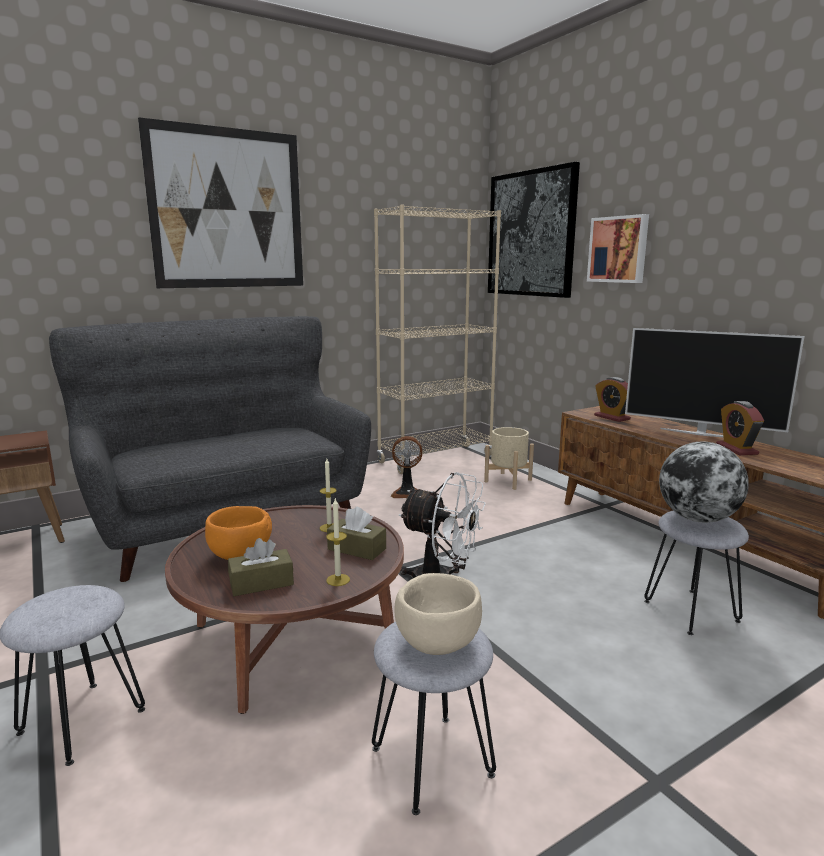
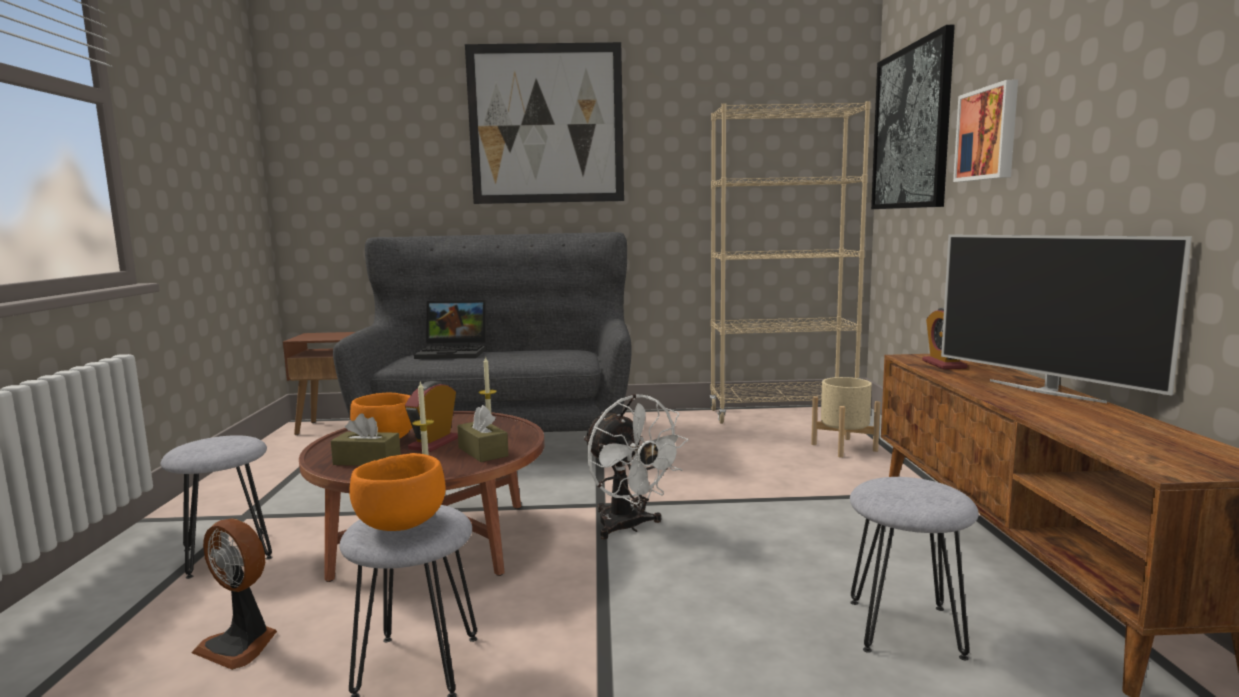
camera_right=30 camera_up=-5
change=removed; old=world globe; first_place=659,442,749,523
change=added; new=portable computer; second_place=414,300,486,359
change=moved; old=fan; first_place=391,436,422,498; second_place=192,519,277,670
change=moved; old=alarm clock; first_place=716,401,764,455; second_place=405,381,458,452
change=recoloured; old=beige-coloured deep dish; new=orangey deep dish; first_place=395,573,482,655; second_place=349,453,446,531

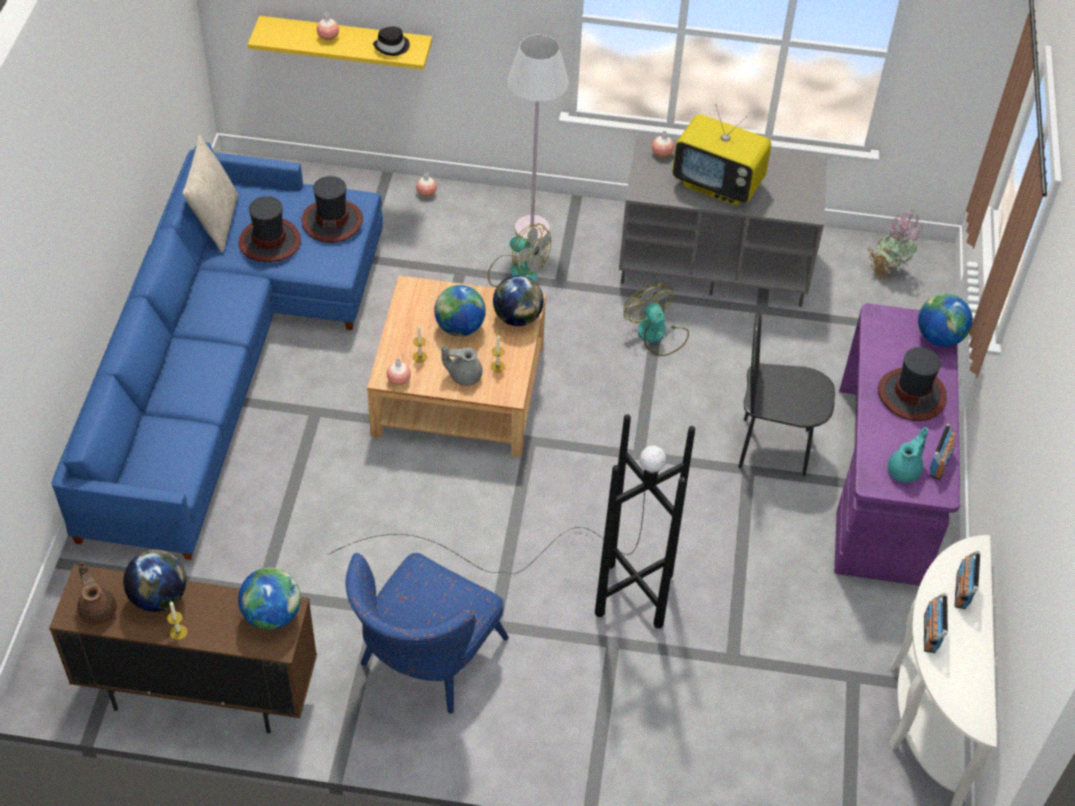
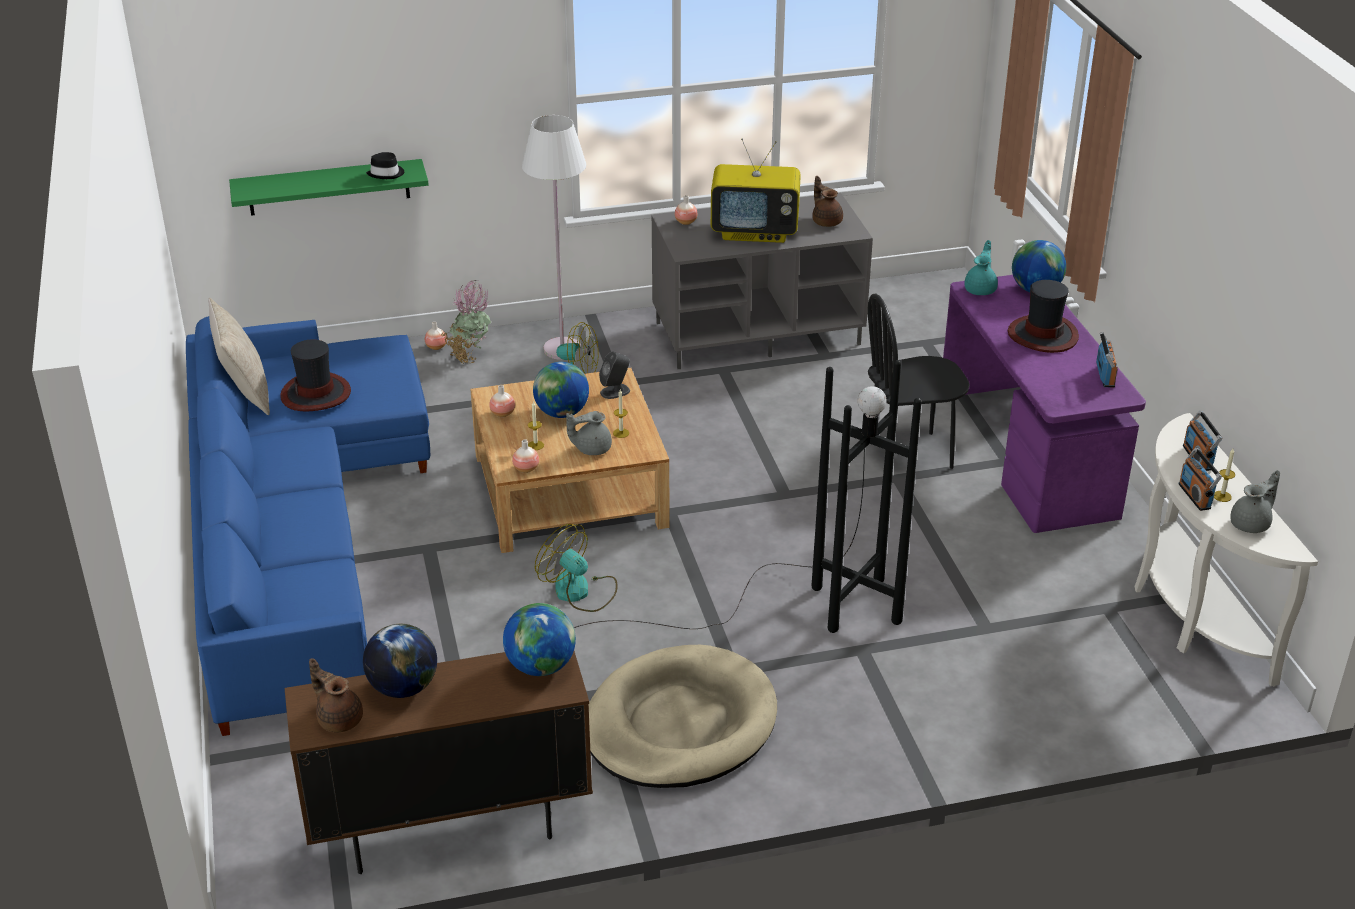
camera_right=-20 camera_up=-15
change=removed; old=clothing hat; first_place=301,176,363,243
change=added; new=brown-coloured tea pot; second_place=812,176,843,227
change=added; new=gray tea pot; second_place=1230,470,1280,533
change=moved; old=wax candle; first_place=167,601,188,640; second_place=1214,449,1235,502
change=moved; old=decorative vase; first_place=317,13,339,41; second_place=489,385,515,417
change=moved; old=fan; first_place=623,283,689,356; second_place=535,524,618,612
change=moved; old=plant in a pot; first_place=867,210,923,281; second_place=440,280,491,364
change=moved; old=turquoise tea pot; first_place=888,427,928,483; second_place=964,240,998,295
change=replaced; old=blue lounge chair; new=beige-coloured pet bed; first_place=345,553,509,714; second_place=589,645,777,788
change=replaced; old=world globe; new=gray speaker; first_place=493,275,544,326; second_place=599,351,630,399
change=recoloured; old=yellowish wall shelf; new=green wall shelf; first_place=248,16,432,70; second_place=229,159,429,216

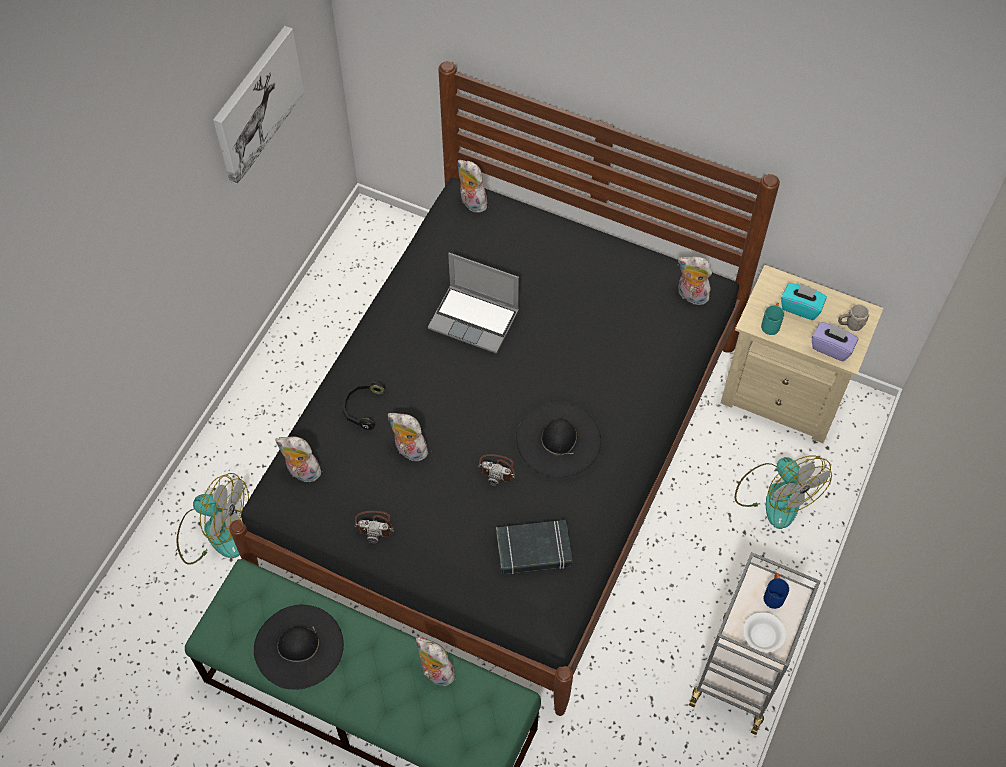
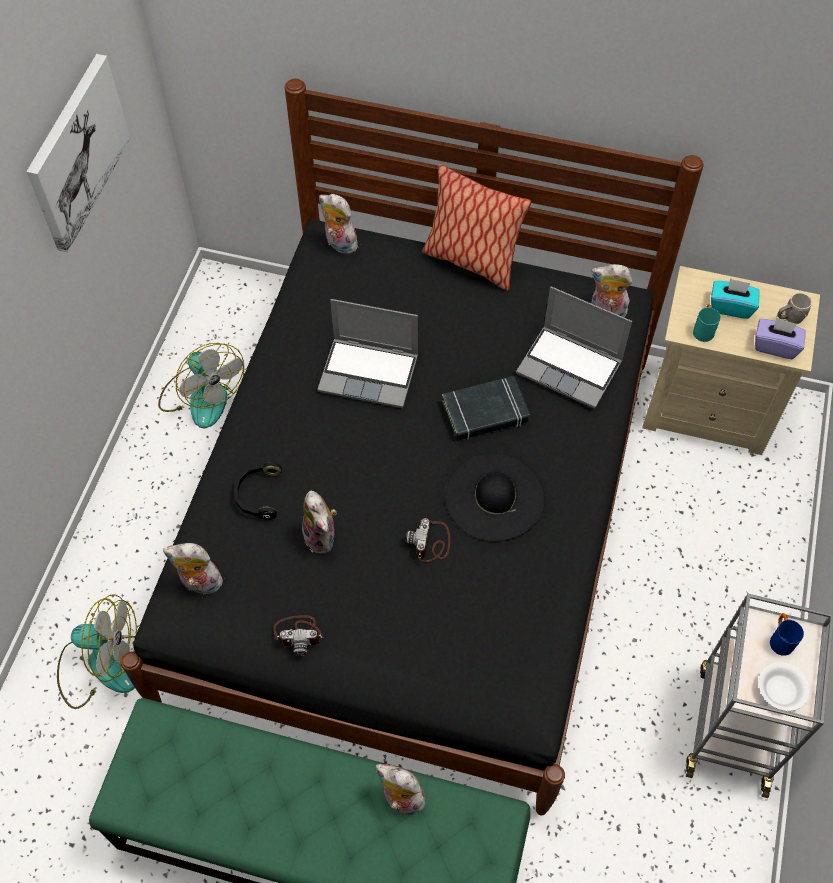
camera_right=-10 camera_up=0
change=removed; old=black clothing hat; first_place=254,605,344,690
change=added; new=pillow; second_place=422,164,531,291
change=added; new=portable computer; second_place=516,286,632,409
change=moved; old=black bound book; first_place=496,520,572,574; second_place=442,376,530,441
change=moved; old=fan; first_place=735,456,832,529; second_place=158,343,244,428
change=turned; old=soft toy; first_place=388,413,428,461; second_place=300,491,337,554; degrees=-135
change=turned; old=photo camera; first_place=478,454,515,486; second_place=406,518,450,562; degrees=90

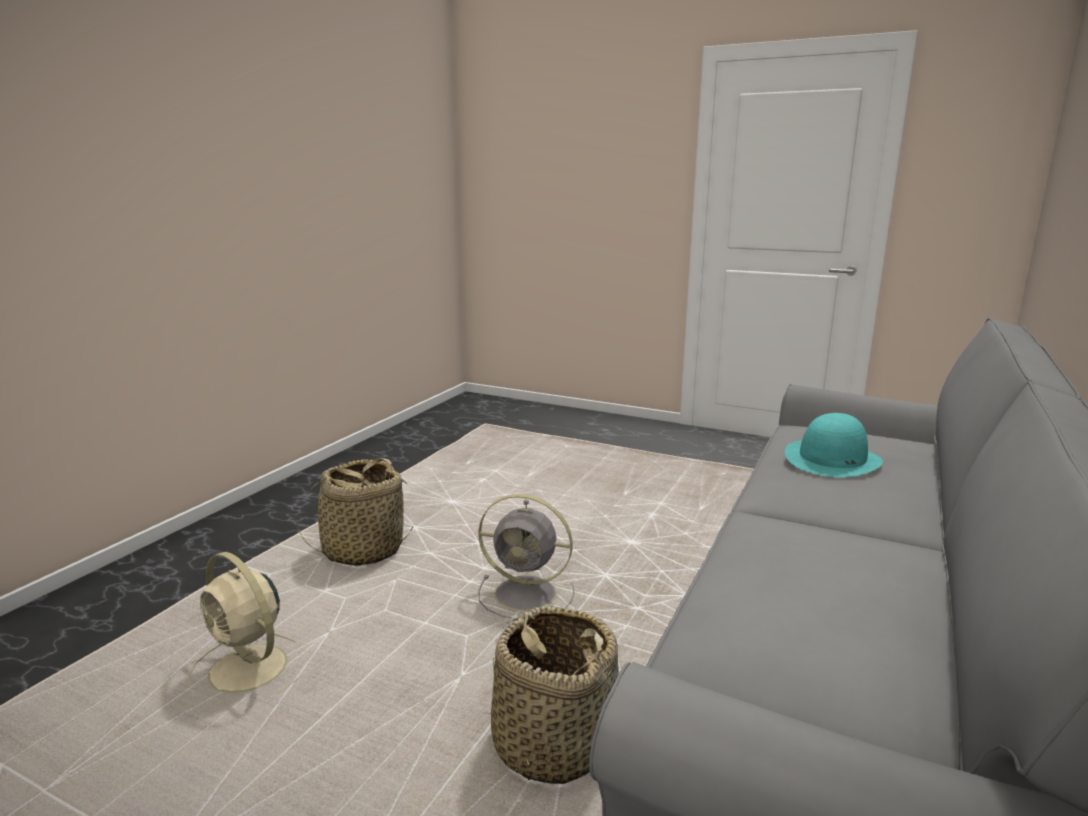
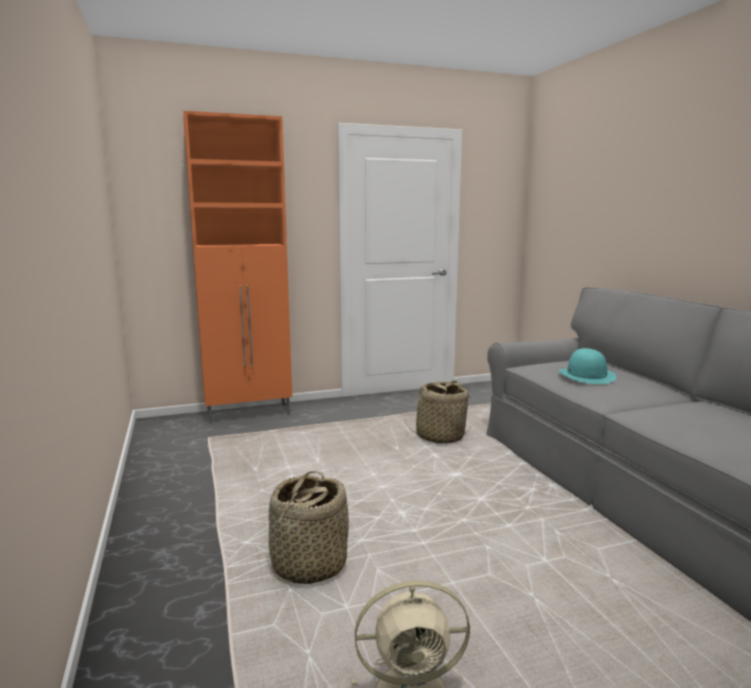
camera_right=-45 camera_up=-5
change=removed; old=gray fan; first_place=478,494,574,618
change=added; new=orangey storage cabinet; second_place=183,111,292,424
change=moved; old=storage basket; first_place=491,606,619,784; second_place=405,381,472,444

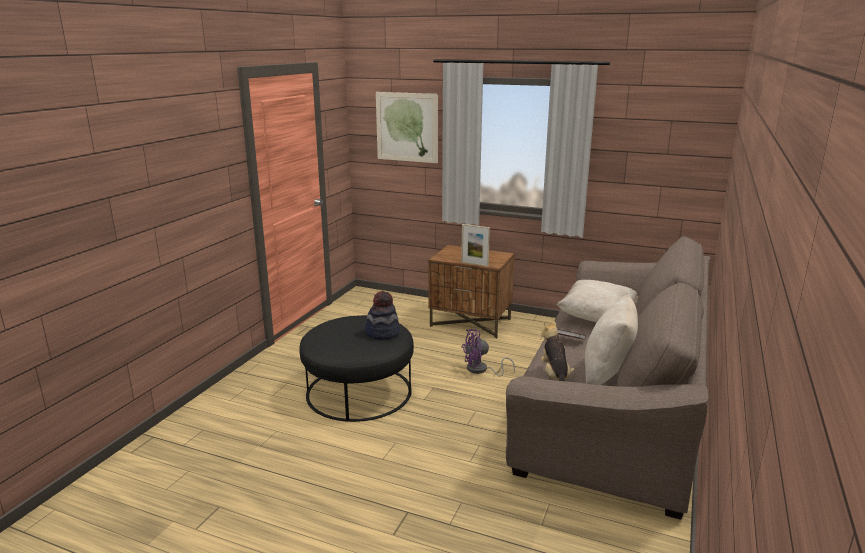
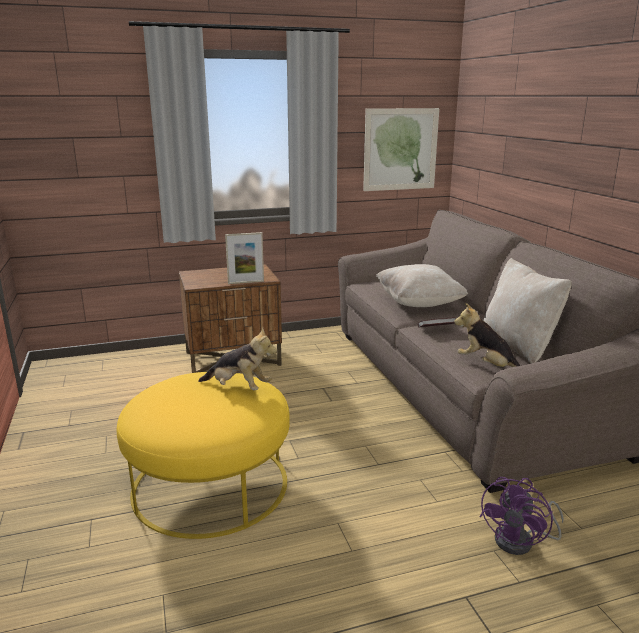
camera_right=-40 camera_up=0
change=moved; old=wall picture; first_place=376,92,438,163; second_place=363,108,439,191
change=moved; old=purple fan; first_place=461,329,515,377; second_place=480,477,564,555
change=replaced; old=clothing hat; new=soft toy; first_place=364,291,400,340; second_place=198,328,277,390
change=recoloured; old=black footrest; new=yellowish footrest; first_place=299,315,414,422; second_place=117,372,290,539

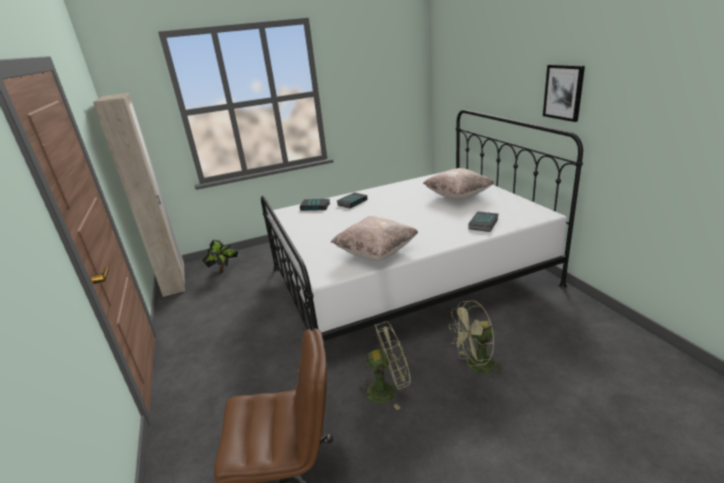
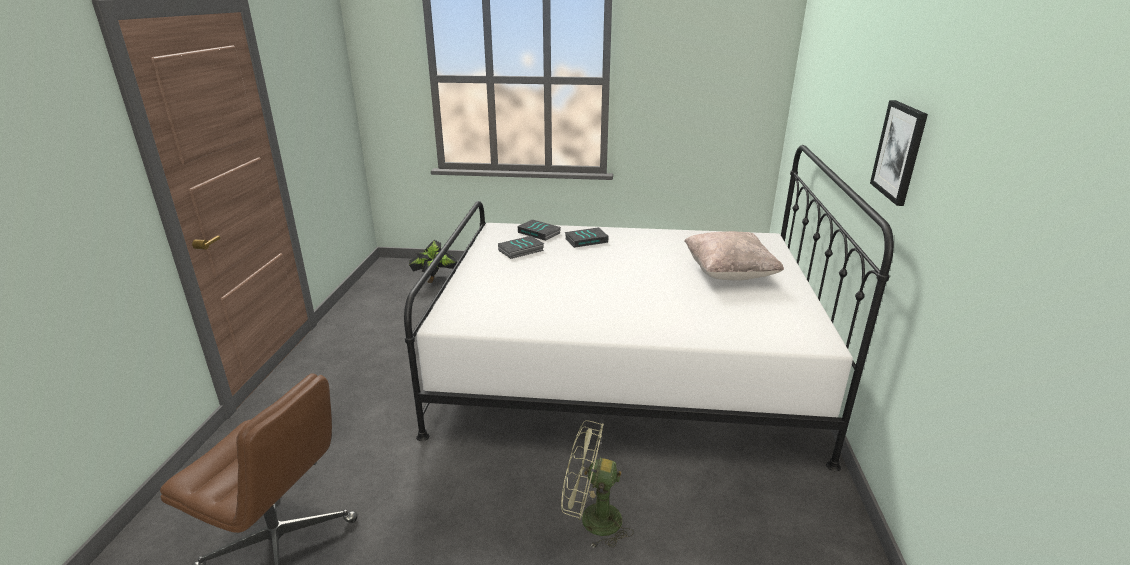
camera_right=25 camera_up=0
change=removed; old=beige-coloured wardrobe; first_place=93,93,185,297
change=removed; old=beige-coloured pillow; first_place=331,216,418,261
change=removed; old=green fan; first_place=357,321,410,410
change=moved; old=bound book; first_place=468,211,498,232; second_place=498,236,544,259

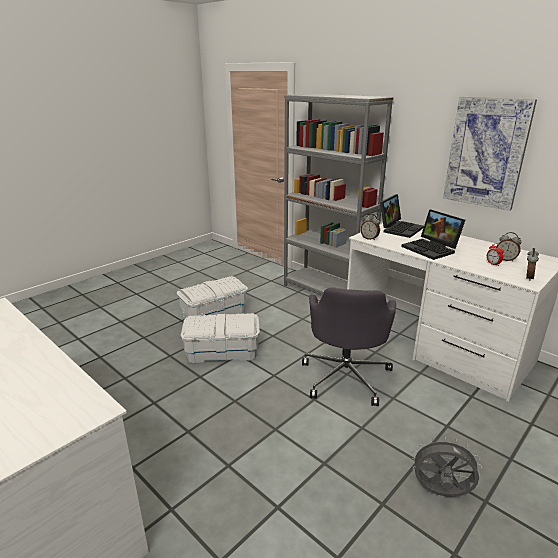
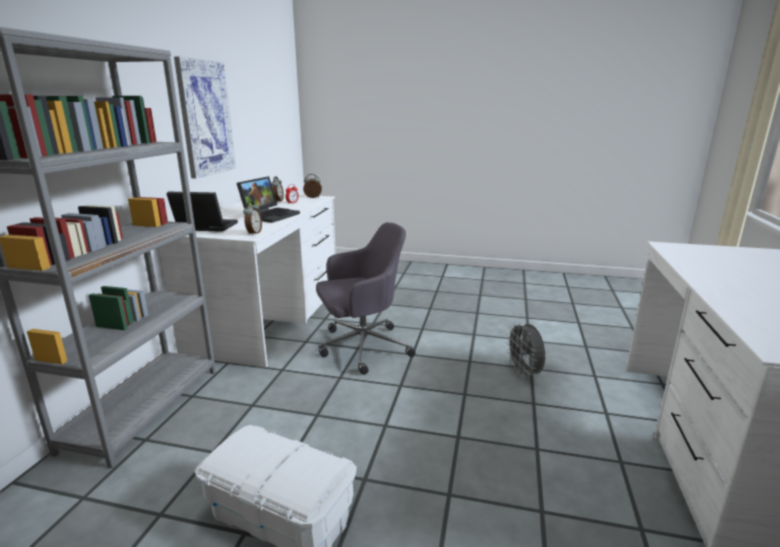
camera_right=-120 camera_up=-5
change=removed; old=whitish storage box; first_place=181,313,260,363
change=moved; old=gray fan; first_place=410,437,482,497; second_place=505,322,545,379

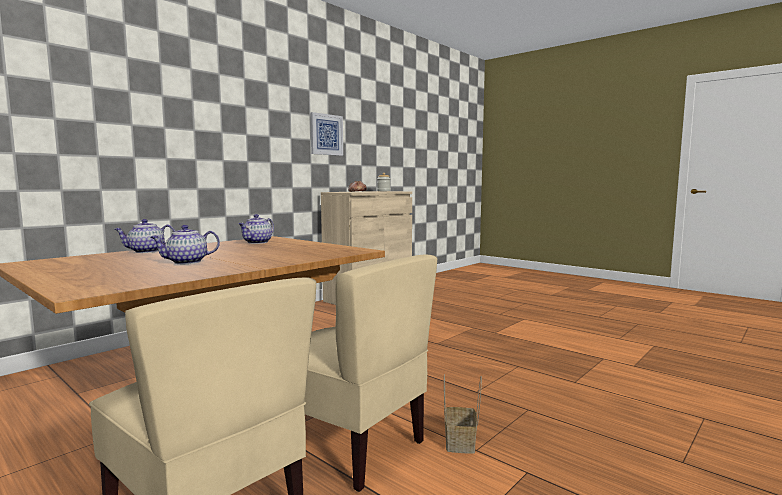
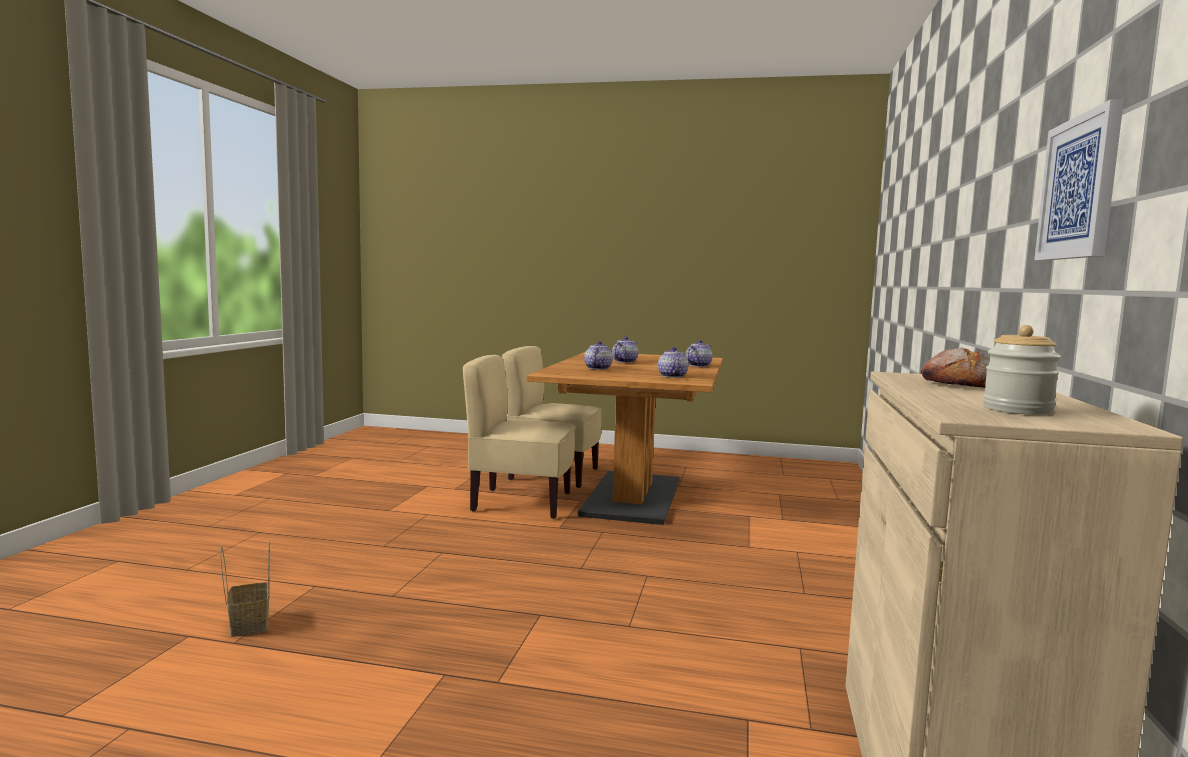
camera_right=150 camera_up=0
change=added; new=tea pot; second_place=584,341,613,370
change=moved; old=storage basket; first_place=444,374,482,454; second_place=220,541,270,637

